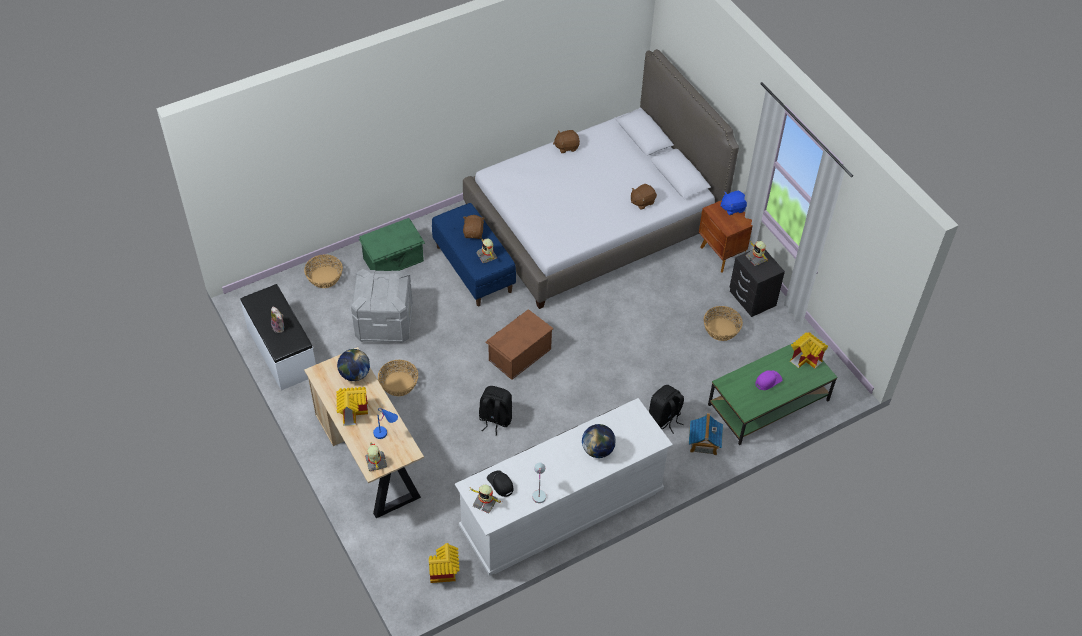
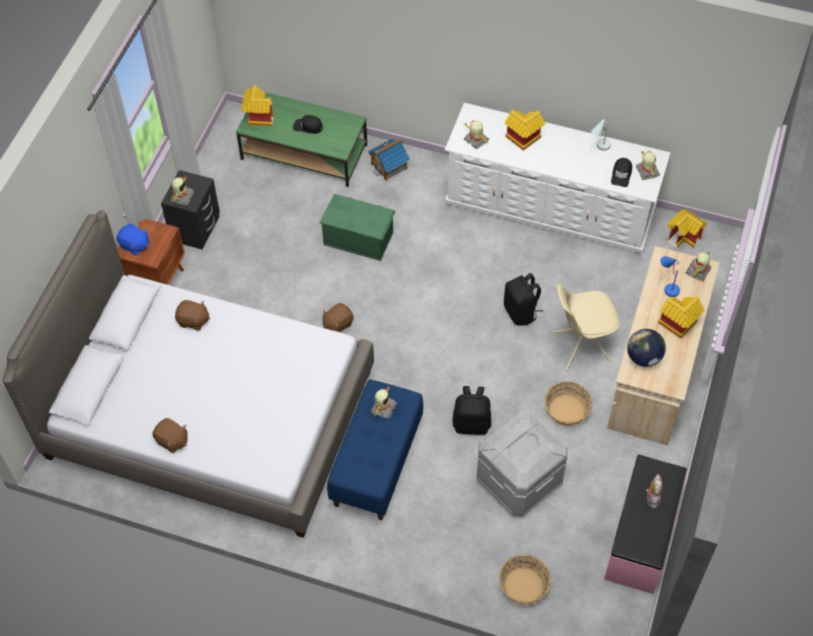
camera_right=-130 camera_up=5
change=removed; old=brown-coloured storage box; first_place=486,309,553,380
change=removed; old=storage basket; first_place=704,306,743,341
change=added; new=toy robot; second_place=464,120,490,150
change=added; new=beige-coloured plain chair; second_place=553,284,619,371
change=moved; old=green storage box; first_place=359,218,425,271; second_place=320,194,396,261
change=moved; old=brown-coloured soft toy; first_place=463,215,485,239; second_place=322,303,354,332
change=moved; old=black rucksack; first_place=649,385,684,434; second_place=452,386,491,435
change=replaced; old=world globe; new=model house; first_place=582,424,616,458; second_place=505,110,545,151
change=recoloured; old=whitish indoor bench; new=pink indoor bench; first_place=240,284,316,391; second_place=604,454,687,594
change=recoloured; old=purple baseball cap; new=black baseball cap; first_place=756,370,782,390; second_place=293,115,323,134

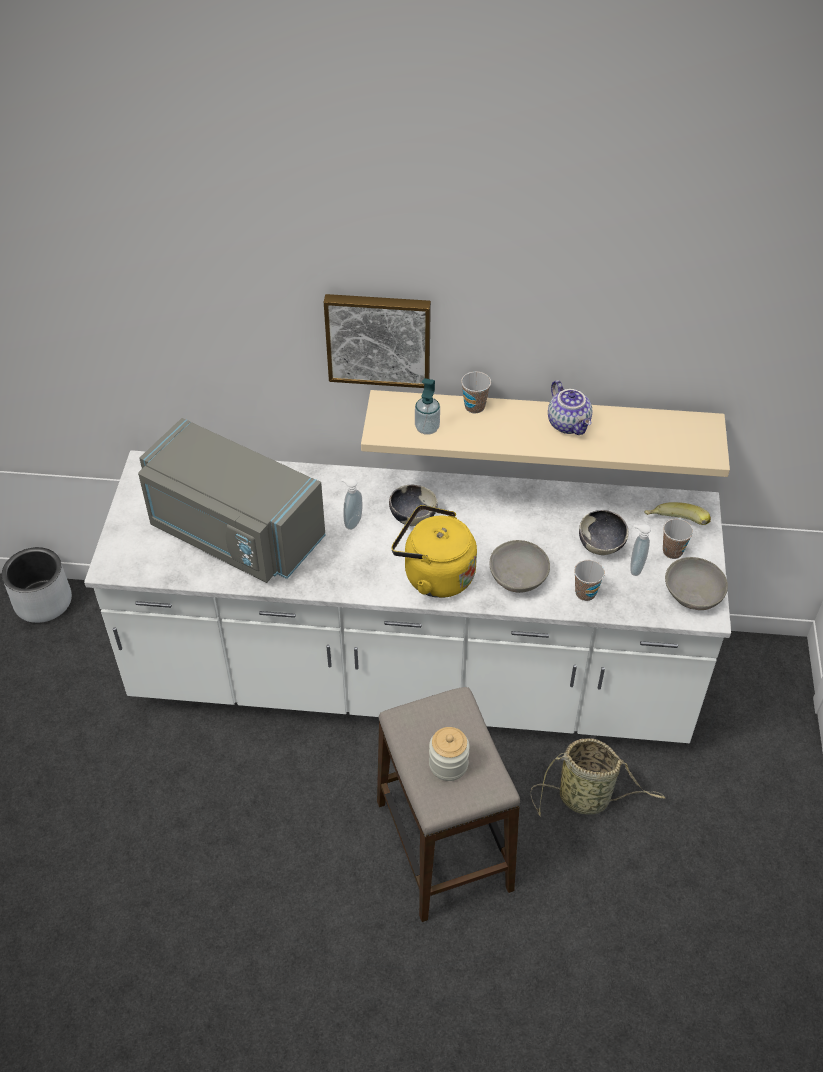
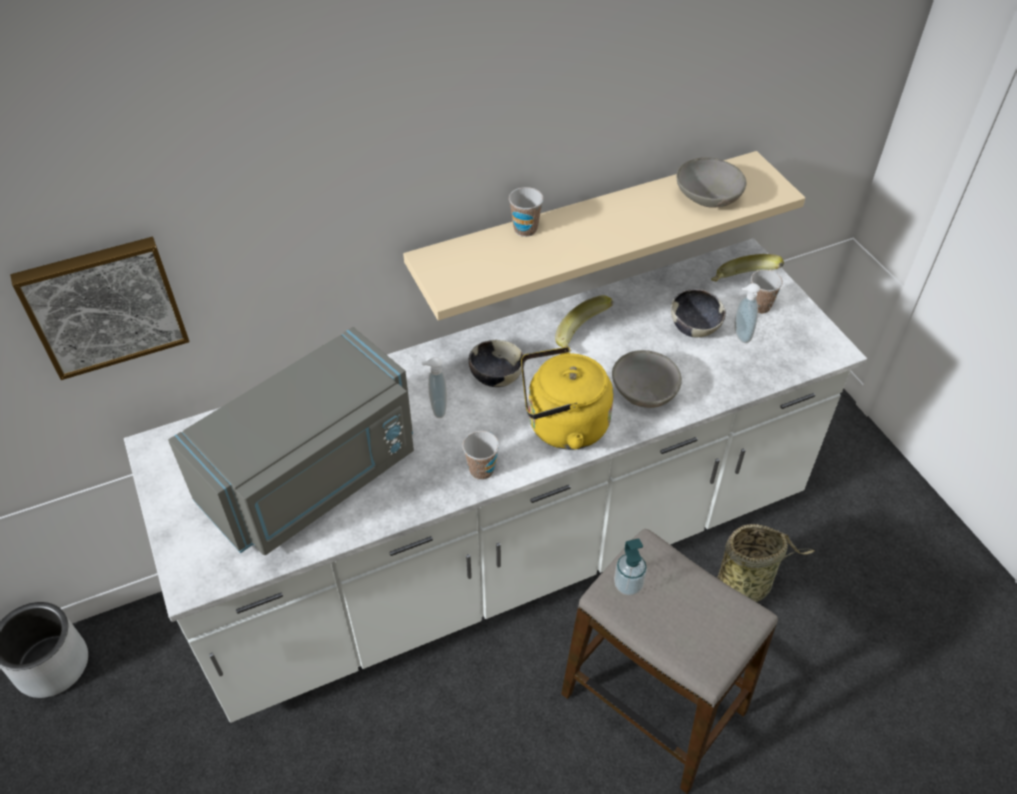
camera_right=-30 camera_up=0
change=removed; old=preserve jar; first_place=429,727,470,781
change=removed; old=tea pot; first_place=548,380,592,435
change=added; new=banana; second_place=555,295,613,353
change=moved; old=wall picture; first_place=324,294,431,388; second_place=10,237,190,380
change=moved; old=liquid soap bottle; first_place=415,378,440,435; second_place=614,538,647,596
change=moved; old=cup; first_place=574,560,605,601; second_place=463,431,499,480
change=moved; old=gray deep dish; first_place=665,557,728,610; second_place=677,157,746,208
change=turned; old=gray microwave; first_place=138,418,325,583; second_place=168,327,414,555; degrees=-45

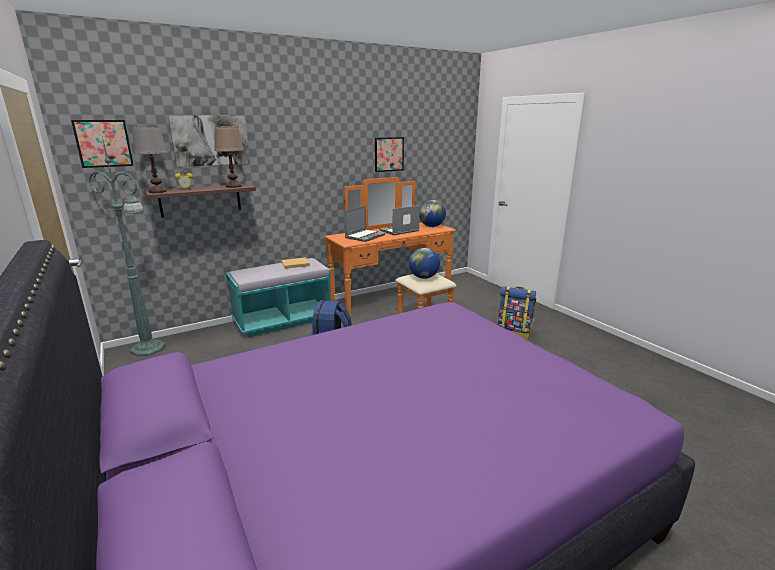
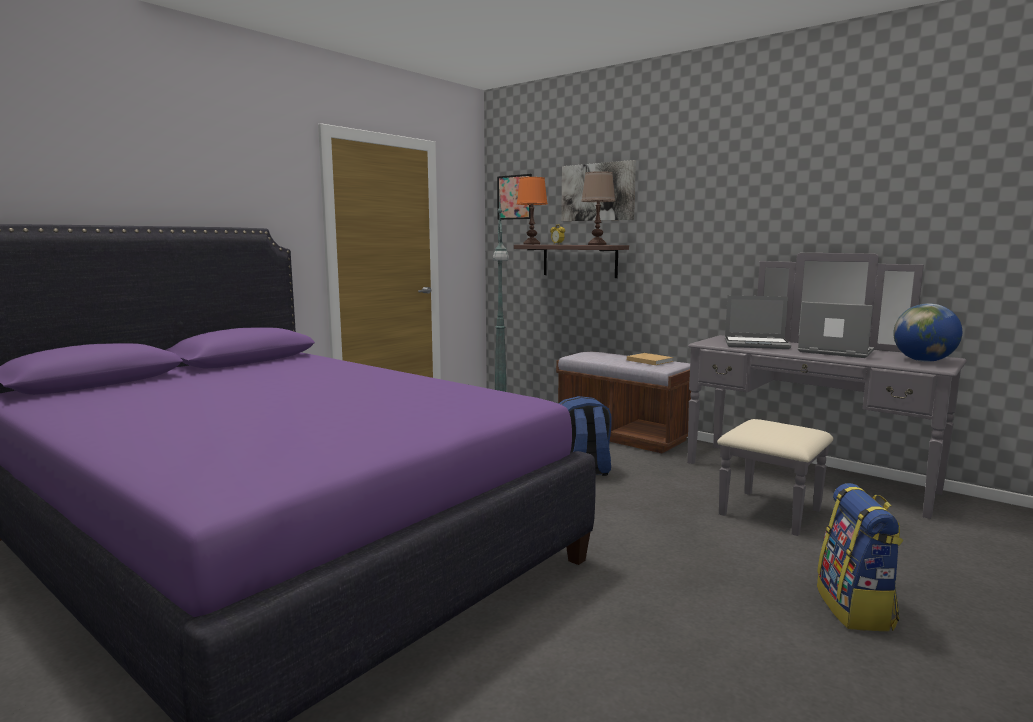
camera_right=70 camera_up=-10
change=removed; old=wall picture; first_place=375,137,404,172
change=removed; old=world globe; first_place=409,248,440,279
change=recoloured; old=gray lamp for a table; new=orangey lamp for a table; first_place=132,127,168,193; second_place=516,177,548,245
change=recoloured; old=turquoise indoor bench; new=brown-coloured indoor bench; first_place=226,258,331,337; second_place=556,352,691,453
change=recoloured; old=orangey dresser; new=gray dresser; first_place=325,177,457,317; second_place=687,253,967,536

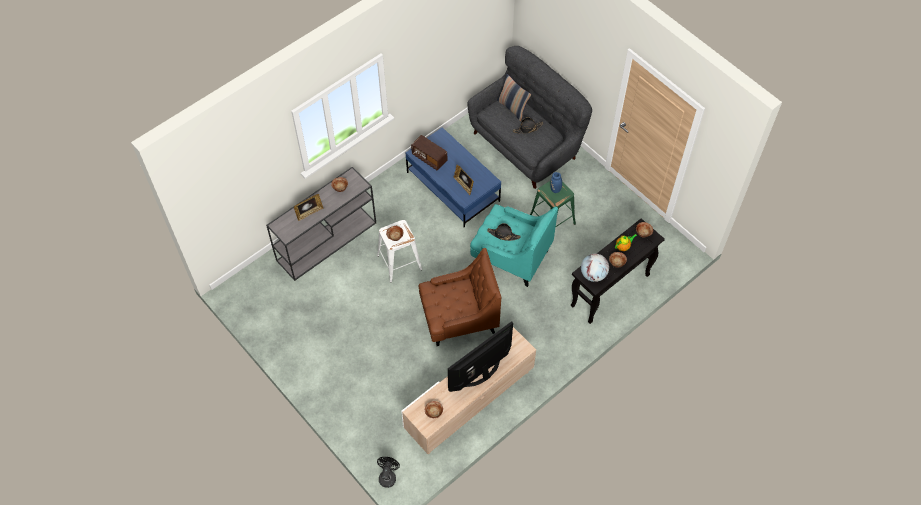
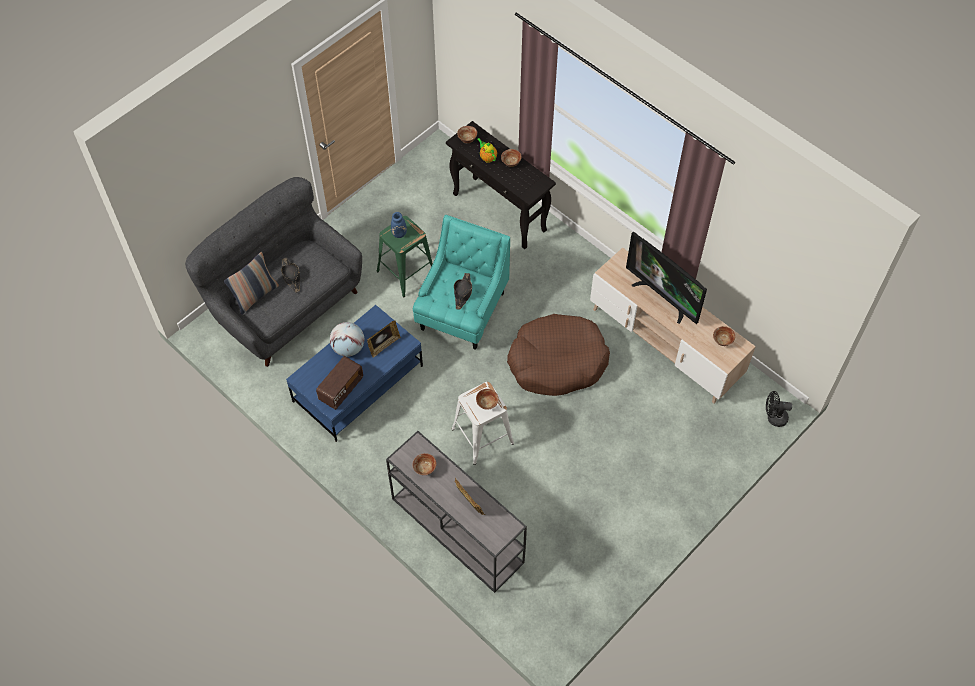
camera_right=-95 camera_up=0
change=moved; old=world globe; first_place=581,254,609,282; second_place=330,322,364,357
change=replaced; old=brown-coloured lounge chair; new=brown-coloured pet bed; first_place=418,248,501,346; second_place=507,314,610,396

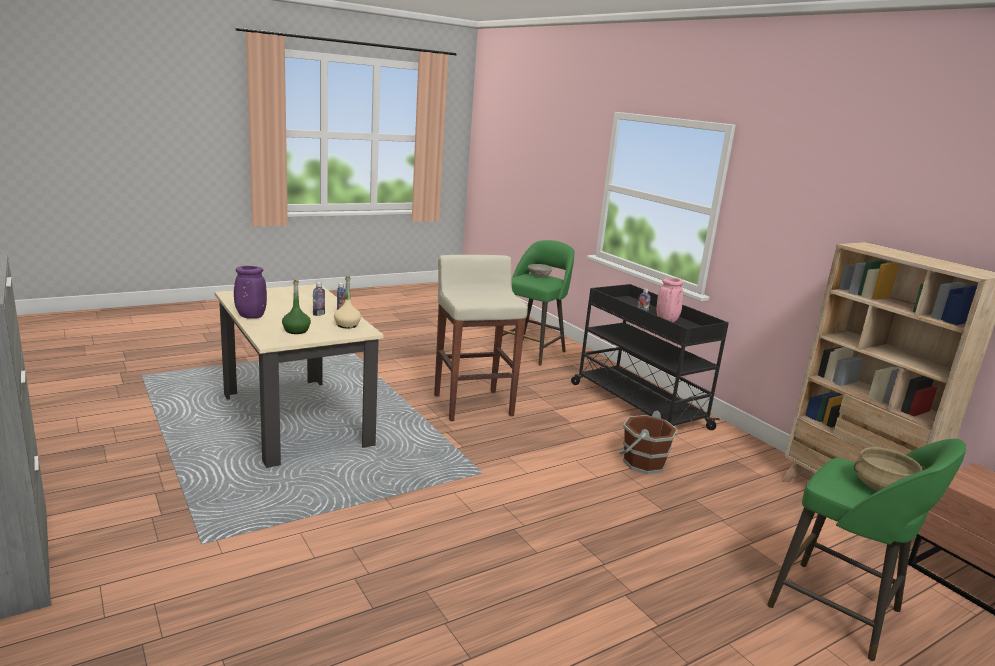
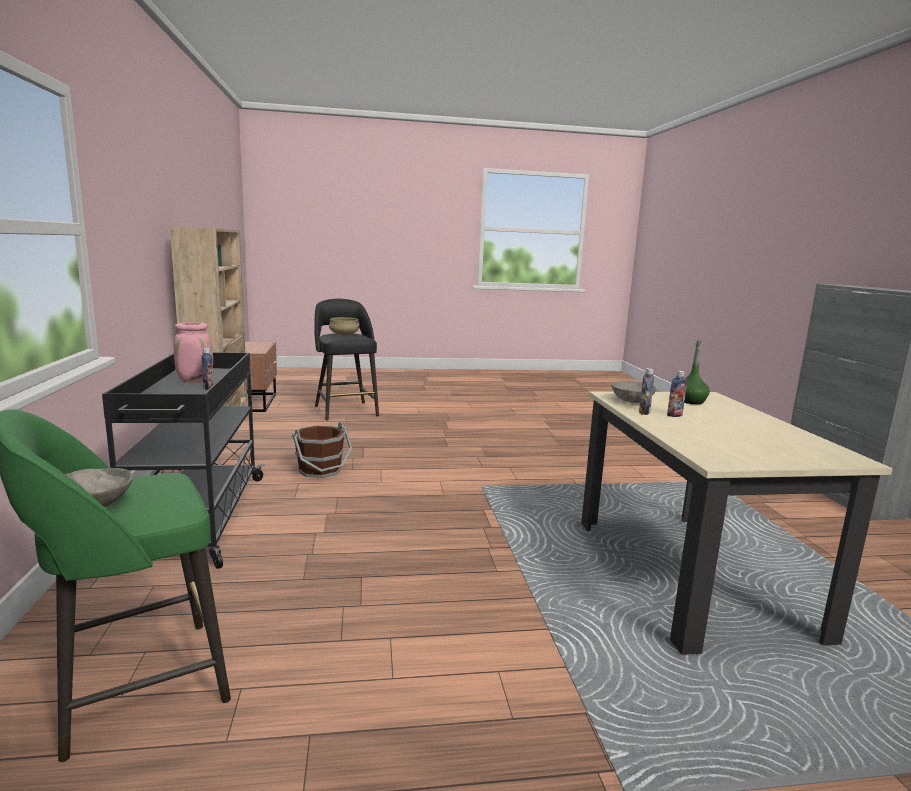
camera_right=-155 camera_up=-5
change=removed; old=purple decorative vase; first_place=234,266,267,319
change=removed; old=beige-coloured stool seat; first_place=434,255,528,421
change=replaced; old=beige-coloured beverage bottle; new=gray deep dish; first_place=334,276,361,328; second_place=611,381,657,403
change=recoloured; old=green stool seat; new=black stool seat; first_place=767,439,966,661; second_place=314,299,379,421

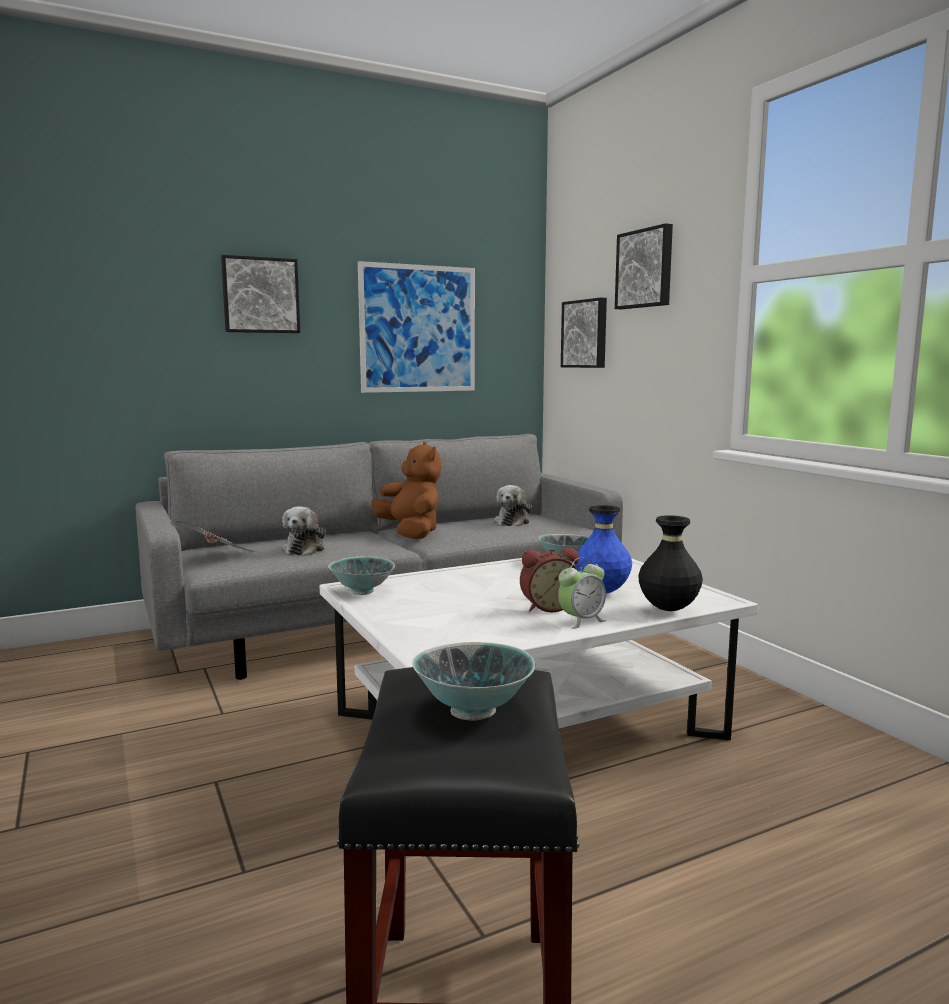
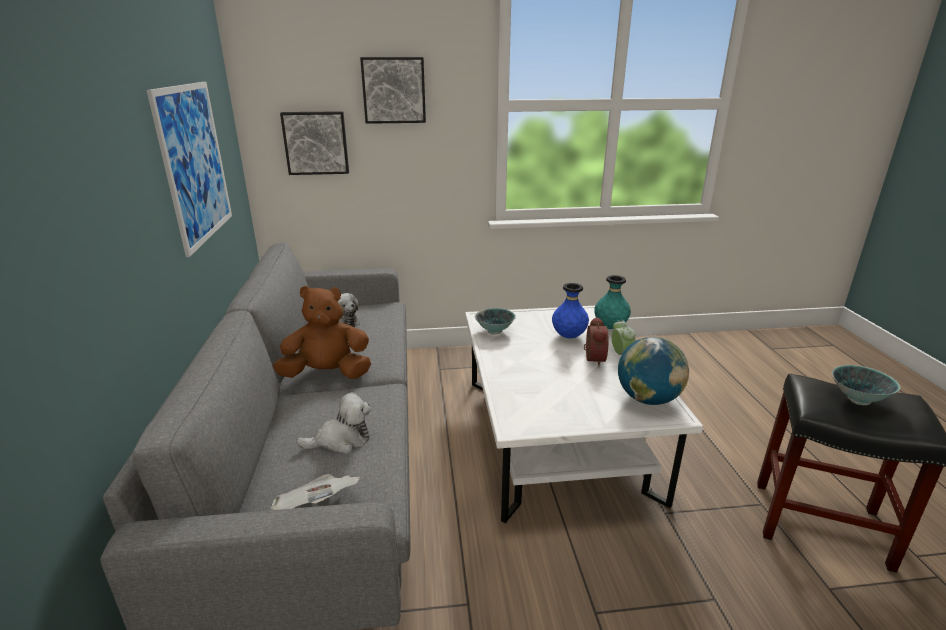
camera_right=-70 camera_up=15
change=removed; old=wall picture; first_place=221,255,300,333
change=removed; old=deep dish; first_place=328,556,395,595
change=added; new=world globe; second_place=618,337,689,405
change=recoloured; old=black decorative vase; new=turquoise decorative vase; first_place=638,515,703,611; second_place=594,275,631,329
change=turned; old=soft toy; first_place=282,506,326,555; second_place=296,392,371,454; degrees=-45

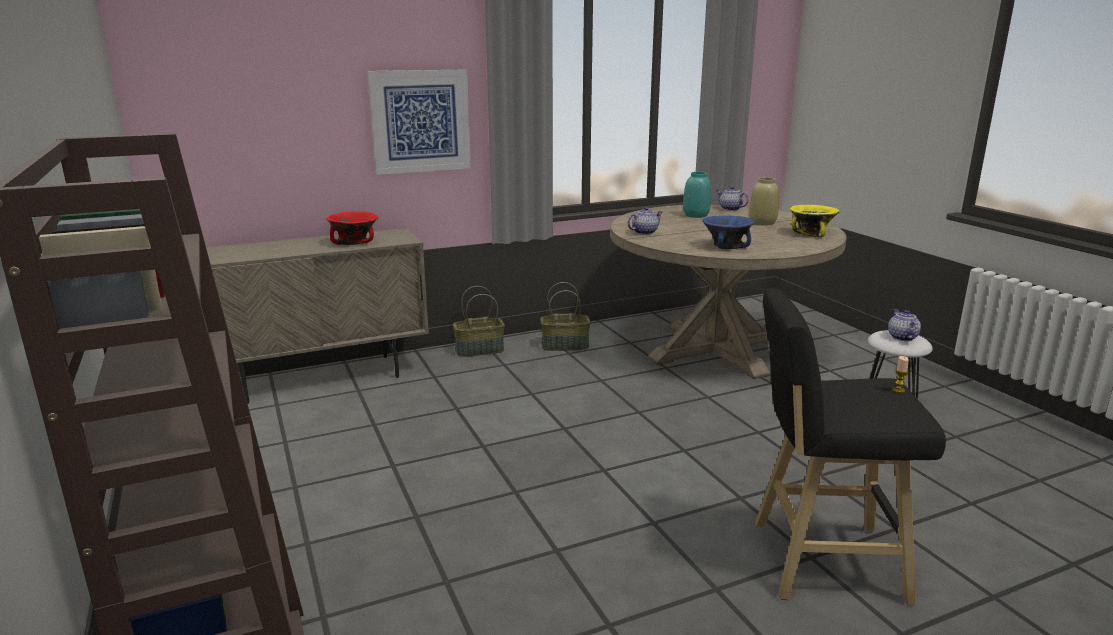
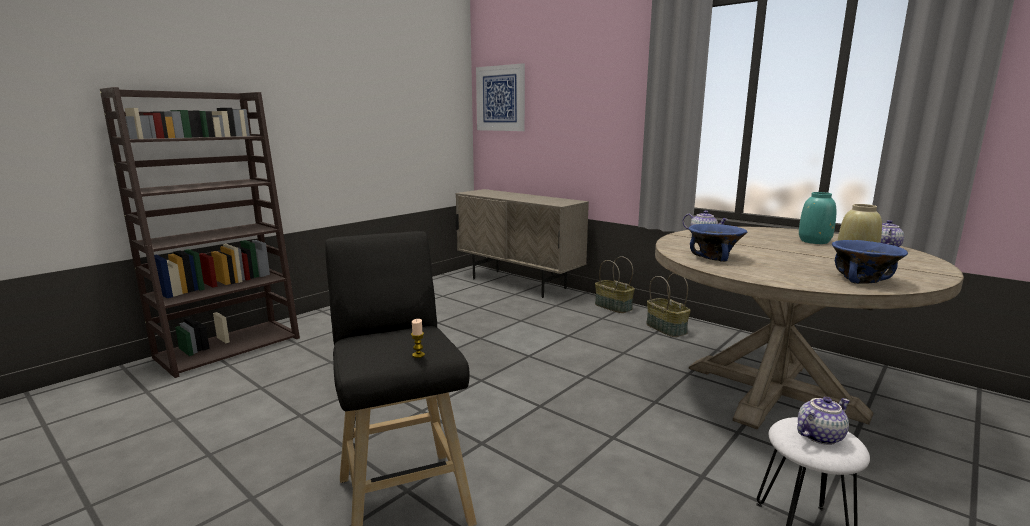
camera_right=65 camera_up=-5
change=removed; old=red-coloured deep dish; first_place=327,211,378,245
change=moved; old=wall picture; first_place=367,69,471,175; second_place=476,63,525,131
change=recoloured; old=yellowish deep dish; new=blue deep dish; first_place=790,205,840,237; second_place=832,240,908,284

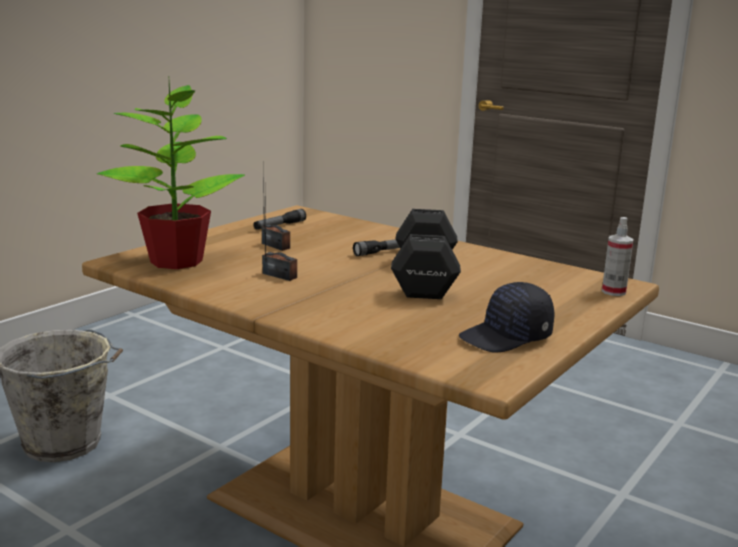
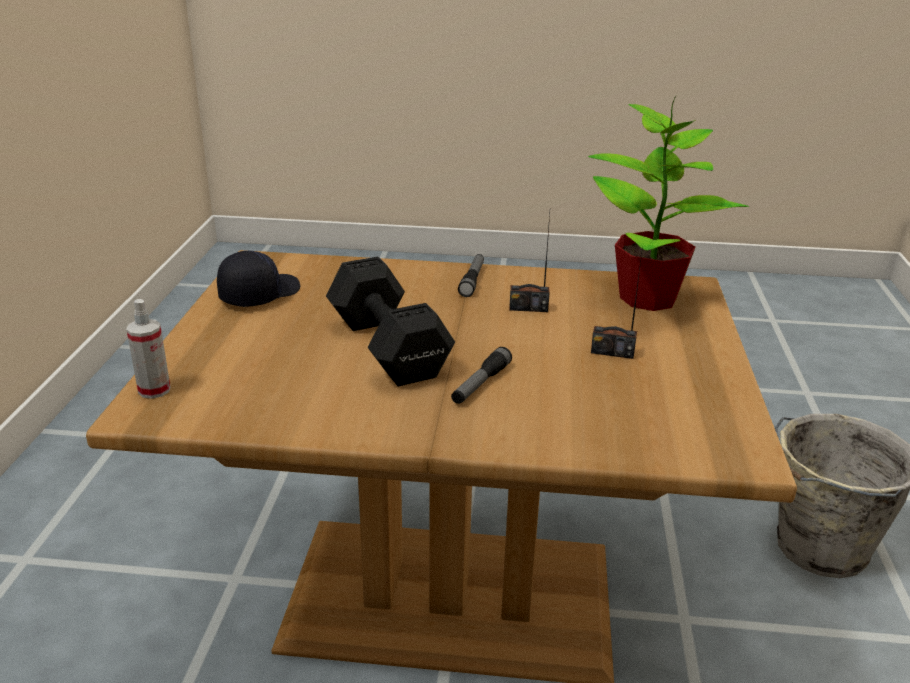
camera_right=150 camera_up=10
change=moved; old=hand torch; first_place=253,209,306,230; second_place=458,254,484,297

